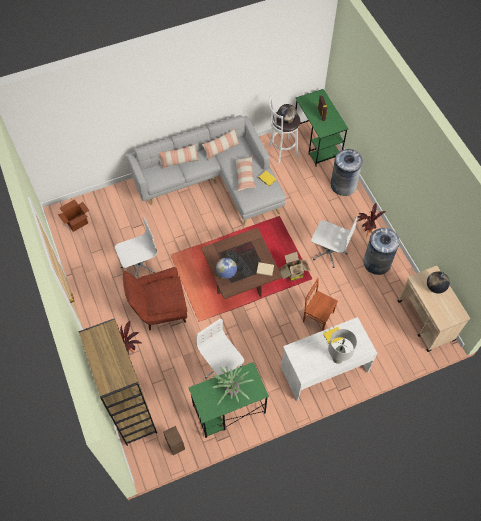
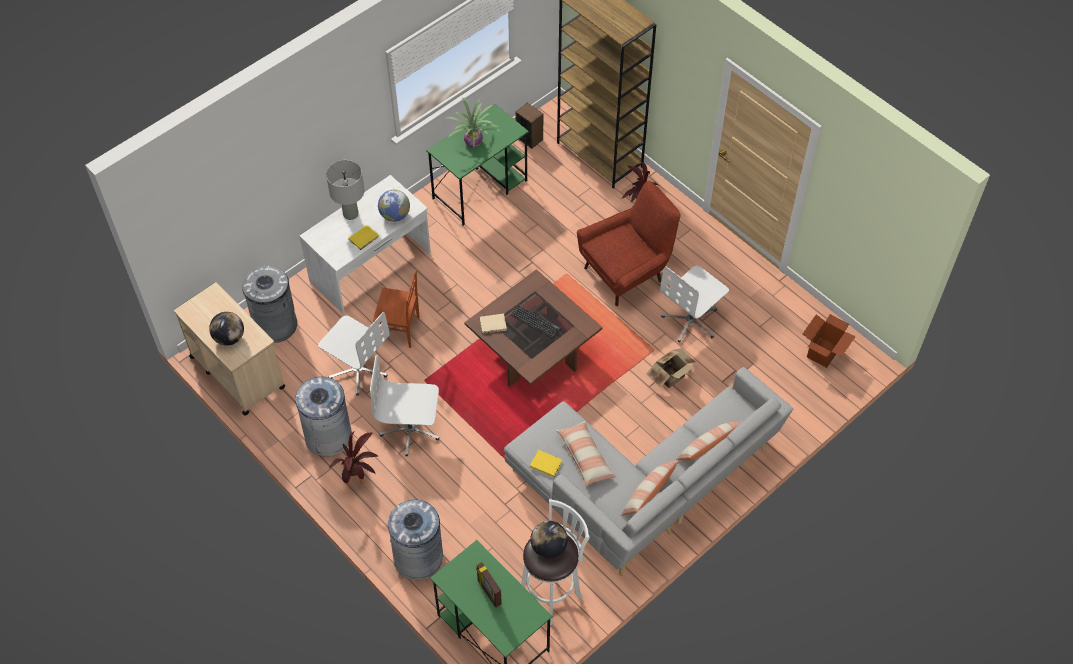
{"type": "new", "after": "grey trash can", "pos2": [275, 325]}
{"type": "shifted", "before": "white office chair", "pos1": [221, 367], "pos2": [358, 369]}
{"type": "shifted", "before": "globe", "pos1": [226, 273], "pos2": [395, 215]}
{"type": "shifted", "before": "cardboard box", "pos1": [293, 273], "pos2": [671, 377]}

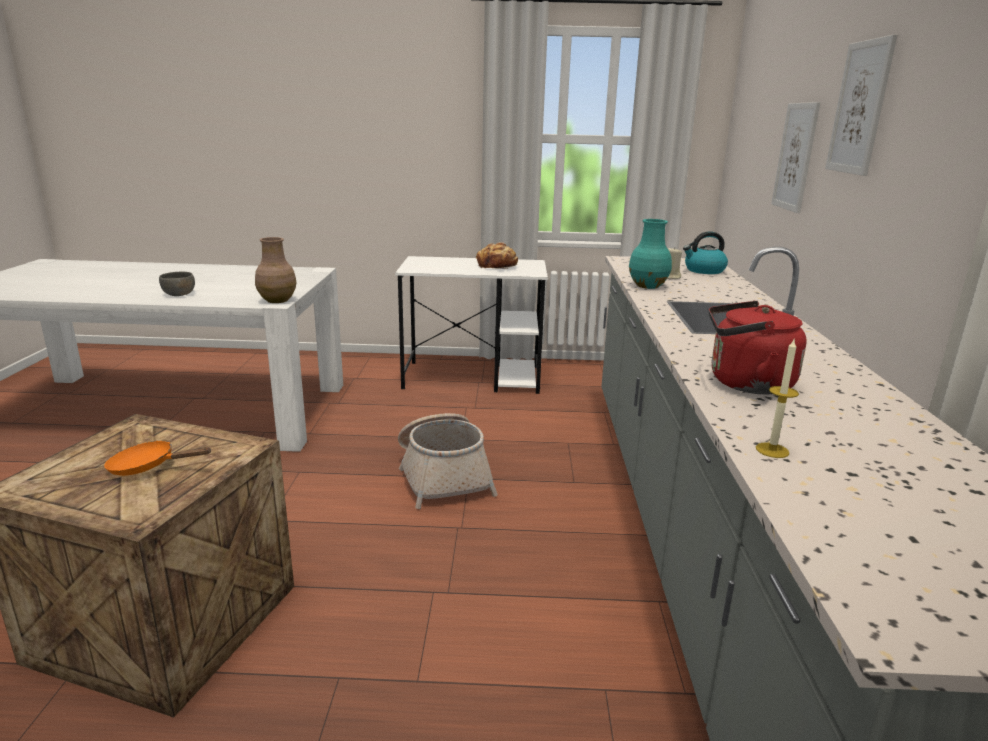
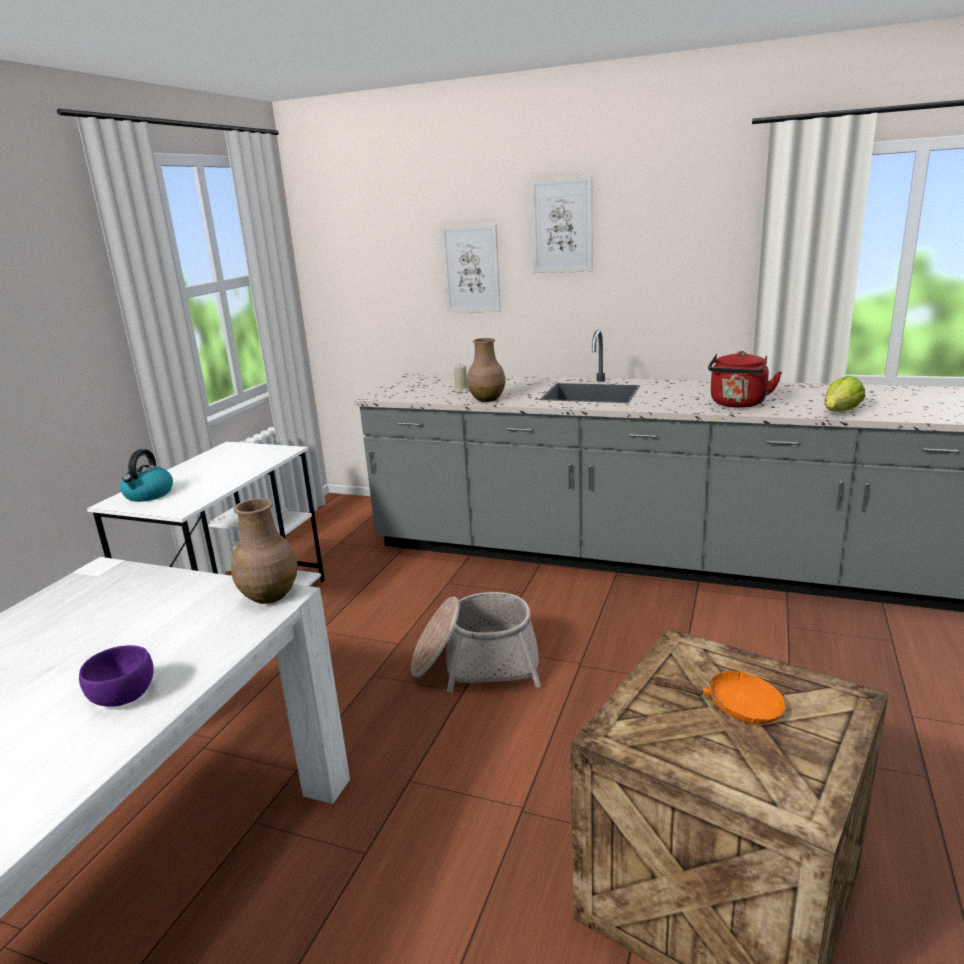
{"type": "gone", "before": "bread", "pos1": [497, 266]}
{"type": "shifted", "before": "kettle", "pos1": [704, 270], "pos2": [148, 495]}
{"type": "swapped", "before": "candle", "after": "lettuce", "pos1": [772, 450], "pos2": [841, 412]}
{"type": "repainted", "before": "grey bowl", "after": "purple bowl", "pos1": [179, 294], "pos2": [124, 695]}
{"type": "repainted", "before": "turquoise vase", "after": "brown vase", "pos1": [647, 286], "pos2": [486, 399]}
{"type": "rotated", "before": "orange frying pan", "pos1": [148, 467], "pos2": [735, 707], "turn": -105}

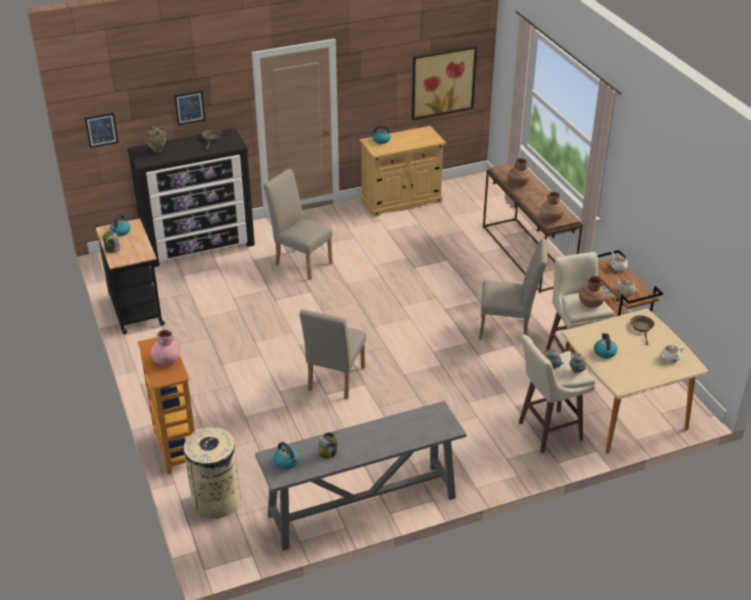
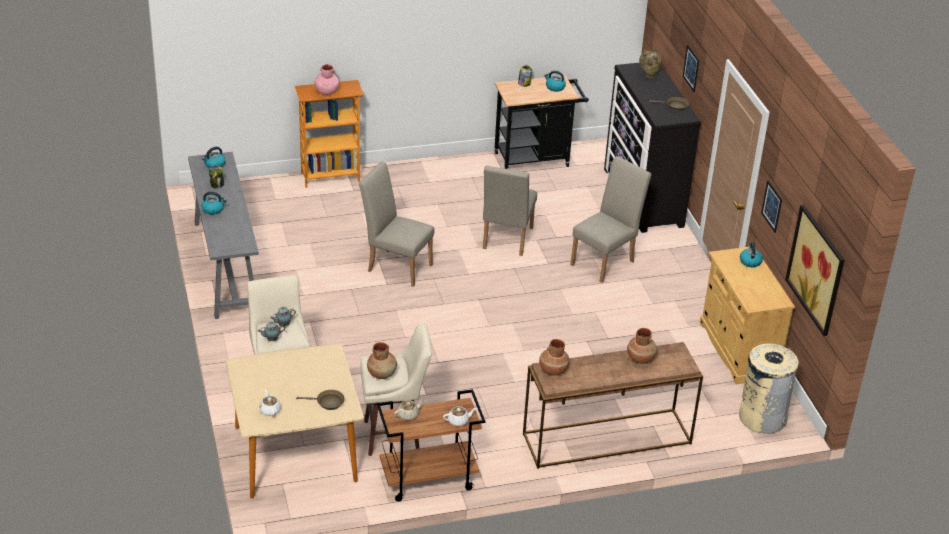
{"type": "shifted", "before": "picture", "pos1": [101, 130], "pos2": [772, 206]}
{"type": "shifted", "before": "beige trash can", "pos1": [216, 500], "pos2": [762, 417]}
{"type": "shifted", "before": "beige chair", "pos1": [509, 330], "pos2": [506, 241]}
{"type": "shifted", "before": "kettle", "pos1": [604, 352], "pos2": [213, 209]}

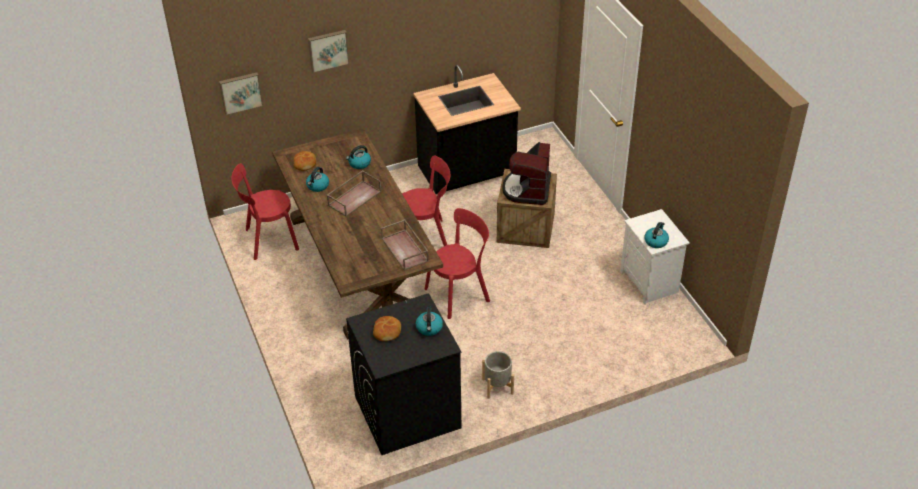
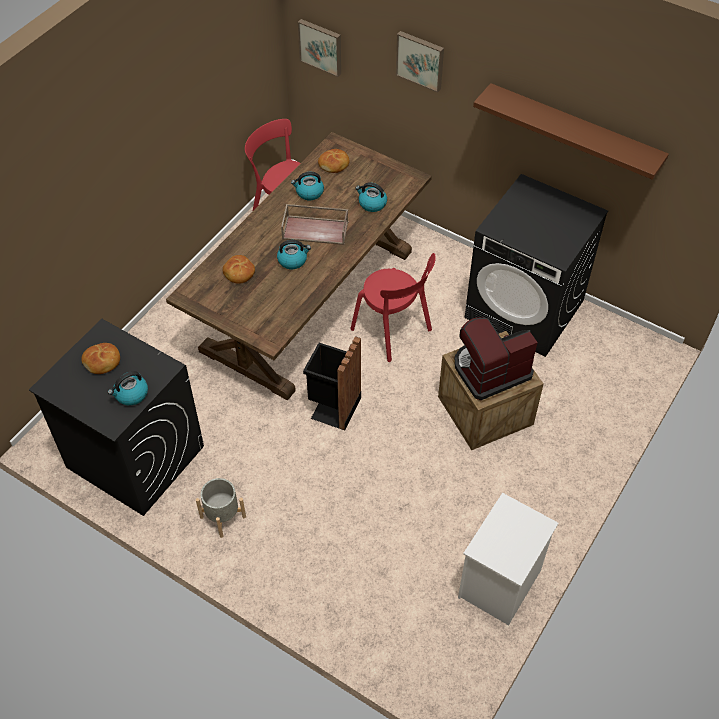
{"type": "gone", "before": "brown tray", "pos1": [405, 250]}
{"type": "new", "after": "bread", "pos2": [239, 273]}
{"type": "new", "after": "brown shelf", "pos2": [574, 131]}
{"type": "shifted", "before": "kettle", "pos1": [656, 241], "pos2": [293, 260]}
{"type": "swapped", "before": "black counter", "after": "black washing machine", "pos1": [467, 172], "pos2": [525, 309]}
{"type": "swapped", "before": "red chair", "after": "black trash can", "pos1": [459, 293], "pos2": [333, 407]}

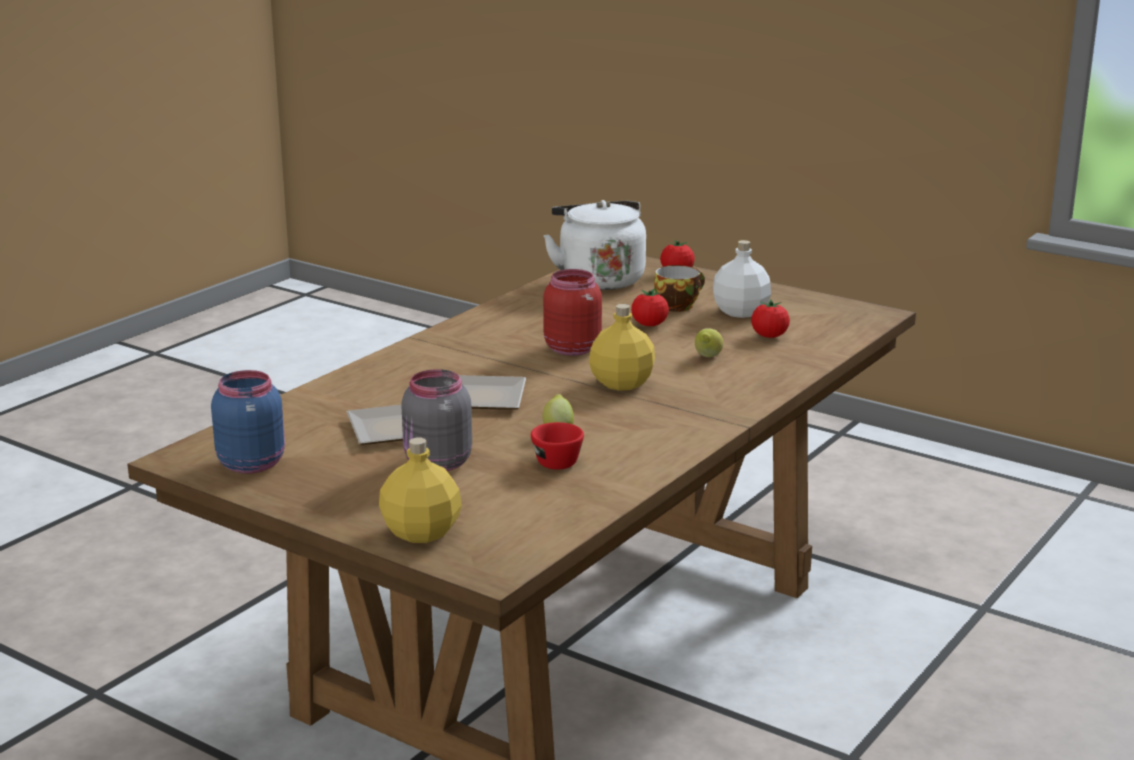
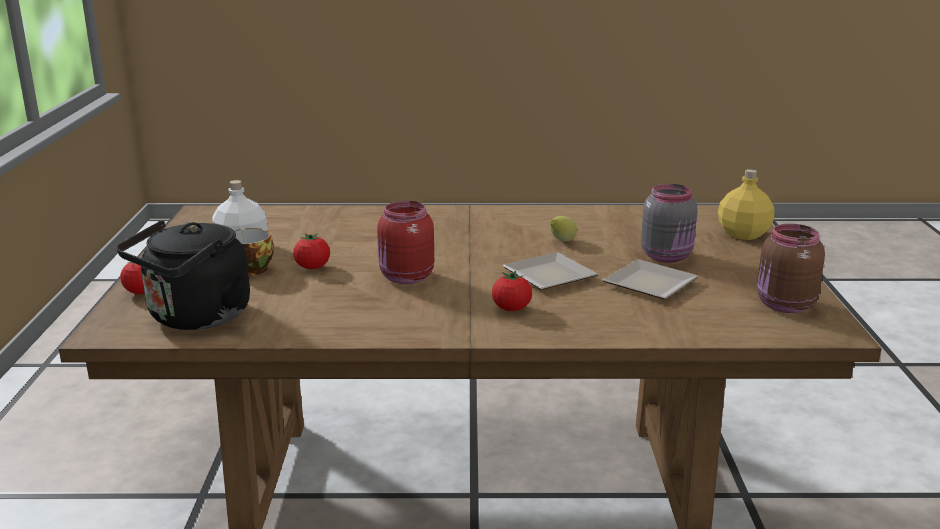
{"type": "gone", "before": "red cup", "pos1": [553, 460]}
{"type": "gone", "before": "yellow bottle", "pos1": [620, 383]}
{"type": "gone", "before": "lemon", "pos1": [707, 358]}
{"type": "shifted", "before": "tomato", "pos1": [769, 336], "pos2": [511, 309]}
{"type": "repainted", "before": "blue jar", "after": "brown jar", "pos1": [252, 463], "pos2": [784, 305]}
{"type": "repainted", "before": "white kettle", "after": "black kettle", "pos1": [599, 279], "pos2": [195, 318]}

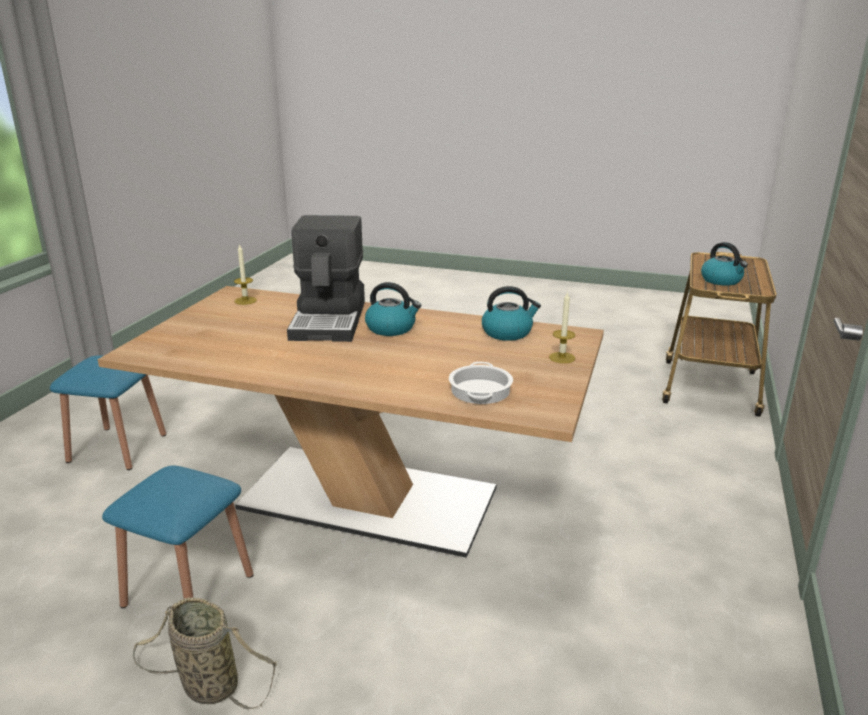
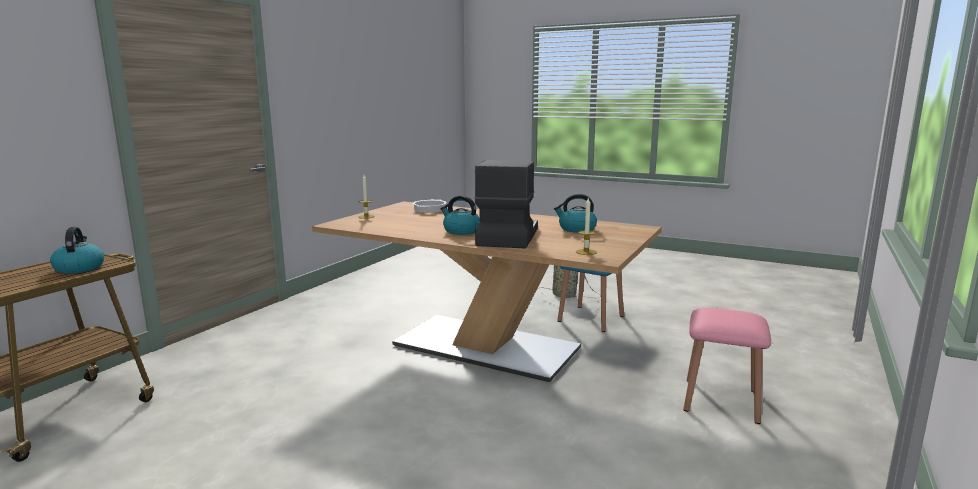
{"type": "shifted", "before": "kettle", "pos1": [507, 332], "pos2": [576, 229]}
{"type": "repainted", "before": "blue stool", "after": "pink stool", "pos1": [117, 448], "pos2": [721, 400]}

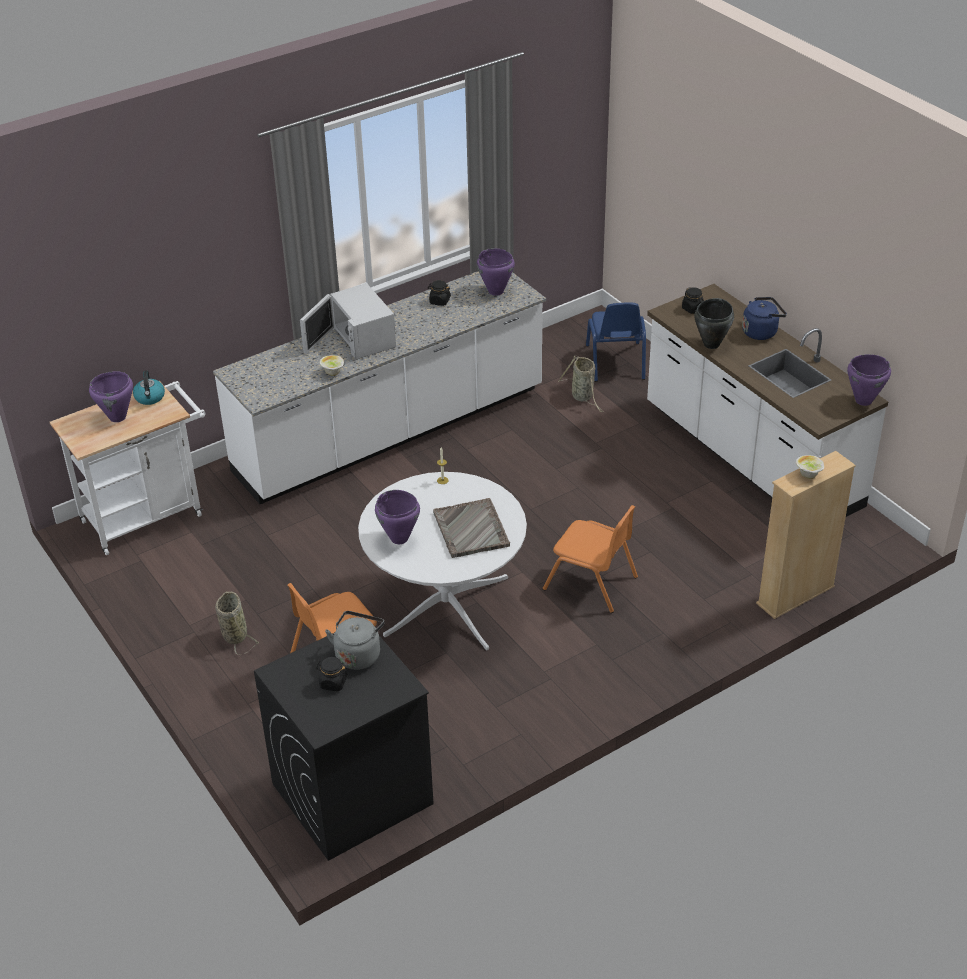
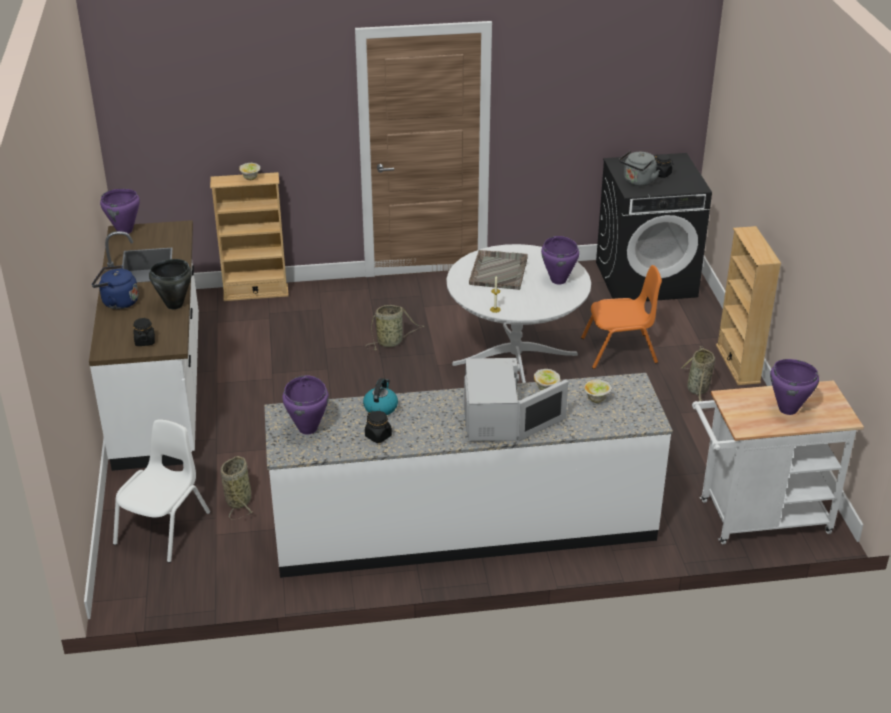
{"type": "new", "after": "bowl", "pos2": [597, 400]}
{"type": "new", "after": "beige bookcase", "pos2": [738, 364]}
{"type": "shifted", "before": "kettle", "pos1": [150, 398], "pos2": [380, 407]}
{"type": "swapped", "before": "orange chair", "after": "basket", "pos1": [591, 583], "pos2": [391, 342]}
{"type": "repainted", "before": "blue chair", "after": "white chair", "pos1": [615, 362], "pos2": [164, 528]}

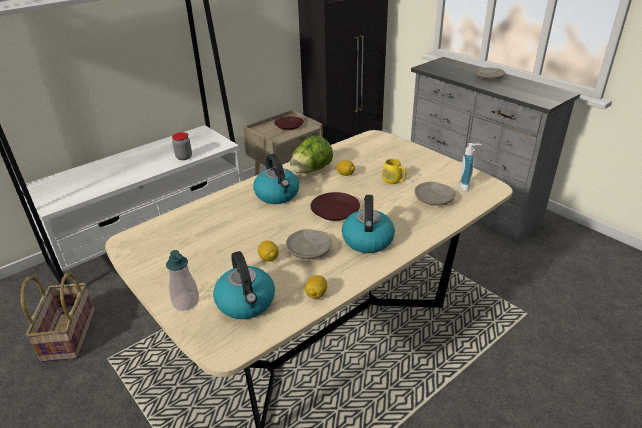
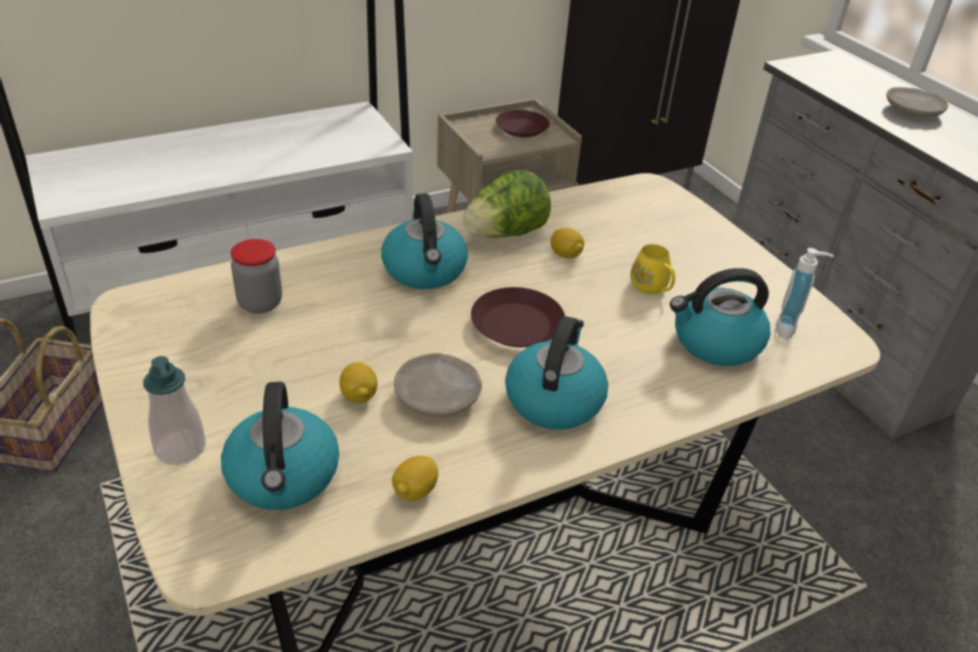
{"type": "shifted", "before": "jar", "pos1": [184, 157], "pos2": [260, 303]}
{"type": "swapped", "before": "beige plate", "after": "kettle", "pos1": [434, 199], "pos2": [715, 343]}

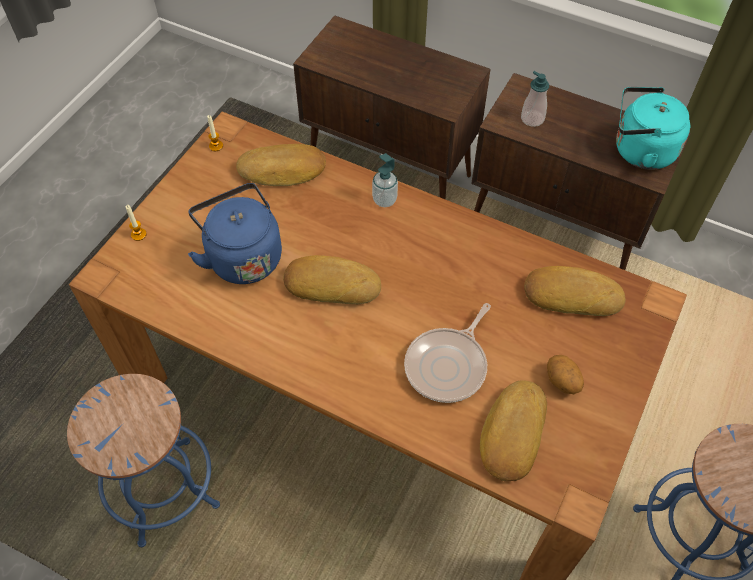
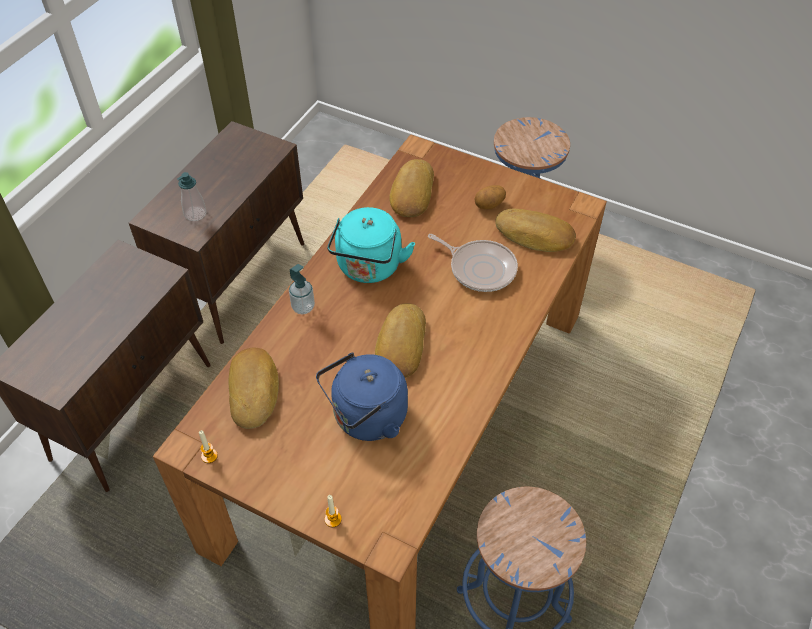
{"type": "shifted", "before": "turquoise kettle", "pos1": [639, 151], "pos2": [369, 268]}

